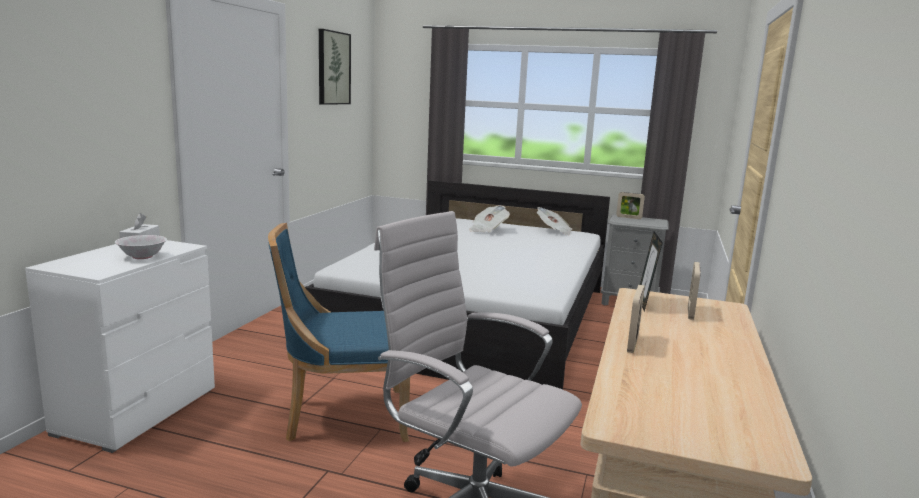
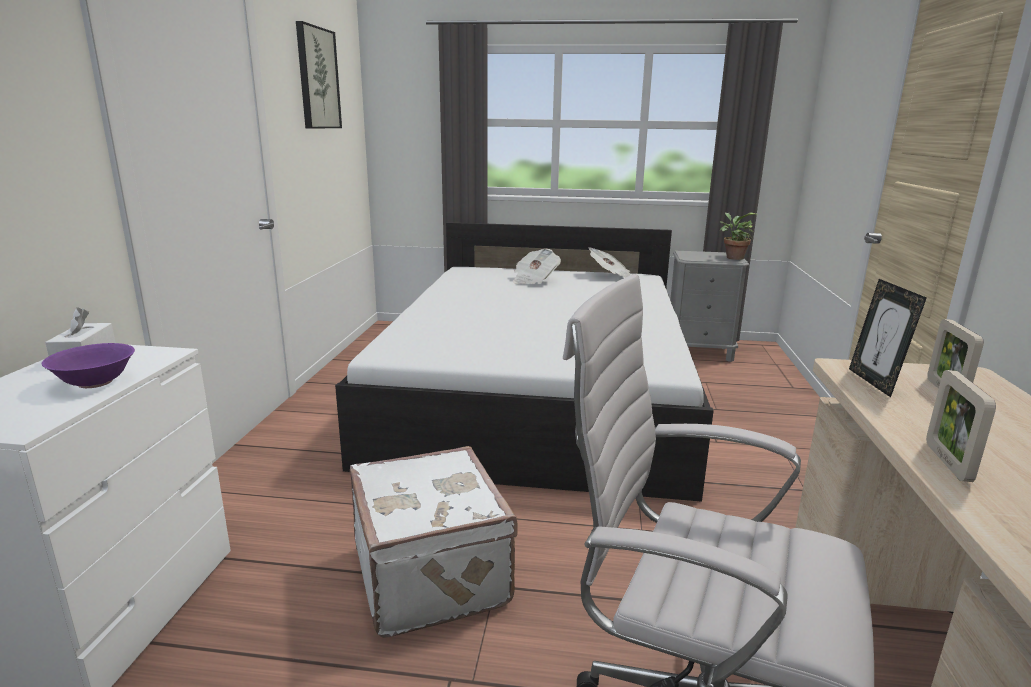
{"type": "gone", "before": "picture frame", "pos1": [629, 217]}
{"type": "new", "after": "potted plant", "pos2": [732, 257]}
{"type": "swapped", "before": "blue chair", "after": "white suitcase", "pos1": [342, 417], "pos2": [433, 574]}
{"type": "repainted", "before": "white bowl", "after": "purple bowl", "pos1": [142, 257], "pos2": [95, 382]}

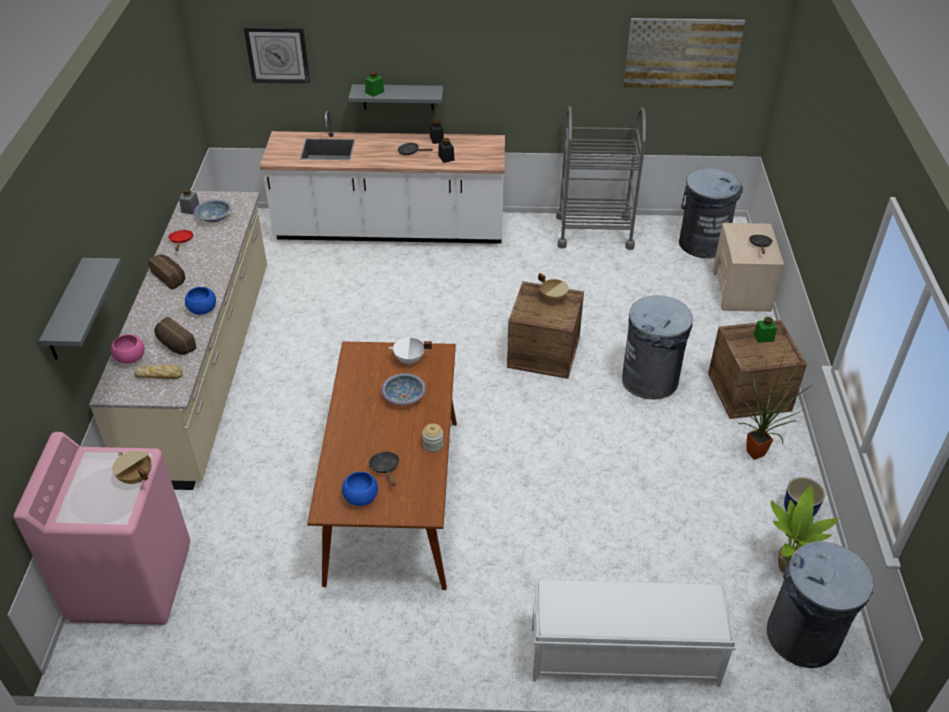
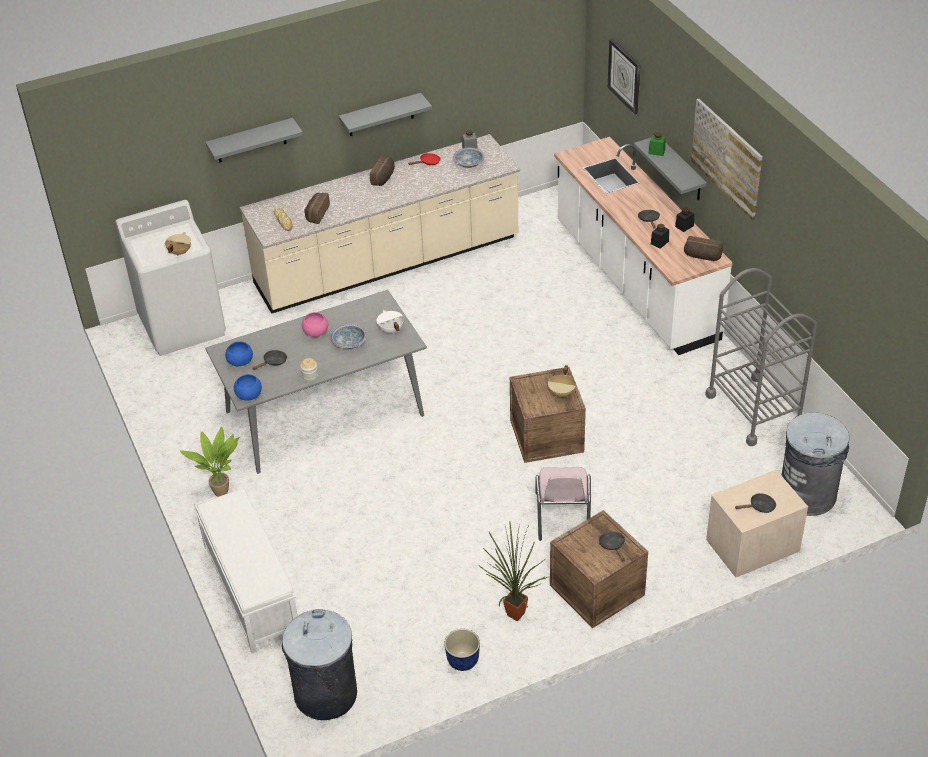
{"type": "new", "after": "grey shelf", "pos2": [380, 115]}
{"type": "new", "after": "bread", "pos2": [702, 256]}
{"type": "shifted", "before": "pink bowl", "pos1": [130, 358], "pos2": [315, 332]}
{"type": "shifted", "before": "blue bowl", "pos1": [202, 309], "pos2": [249, 395]}
{"type": "shifted", "before": "picture", "pos1": [682, 53], "pos2": [726, 158]}
{"type": "shifted", "before": "potted plant", "pos1": [783, 567], "pos2": [222, 491]}
{"type": "swapped", "before": "grey trash can", "after": "pink chair", "pos1": [650, 380], "pos2": [562, 516]}
{"type": "swapped", "before": "green jar", "after": "black frying pan", "pos1": [763, 337], "pos2": [613, 546]}
{"type": "repainted", "before": "pink washing machine", "after": "white washing machine", "pos1": [131, 581], "pos2": [182, 325]}
{"type": "repainted", "before": "brown dining table", "after": "grey dining table", "pos1": [394, 499], "pos2": [324, 414]}

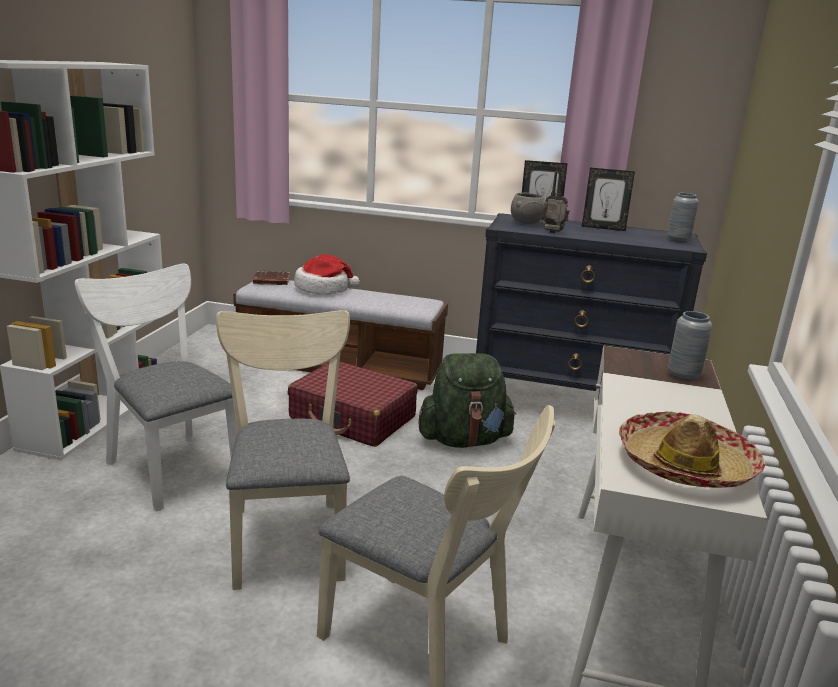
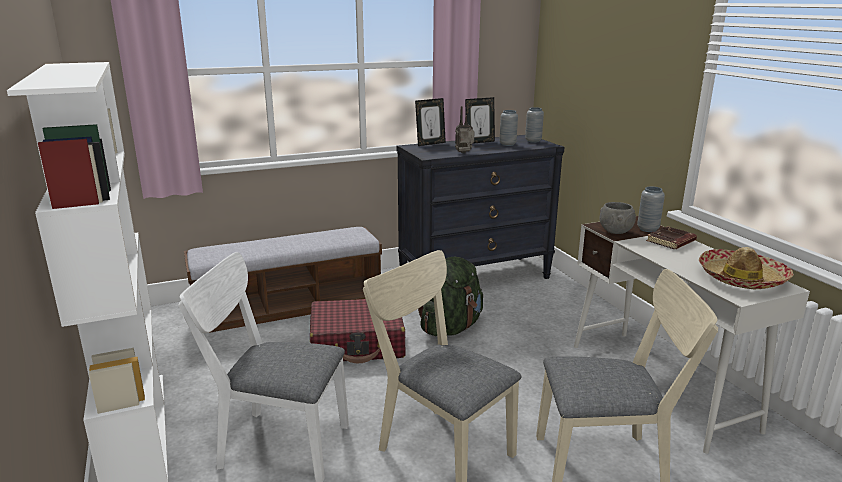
{"type": "gone", "before": "hat", "pos1": [323, 288]}
{"type": "new", "after": "grey vase", "pos2": [507, 144]}
{"type": "shifted", "before": "brown book", "pos1": [271, 281], "pos2": [671, 242]}
{"type": "shifted", "before": "grey bowl", "pos1": [526, 223], "pos2": [614, 232]}

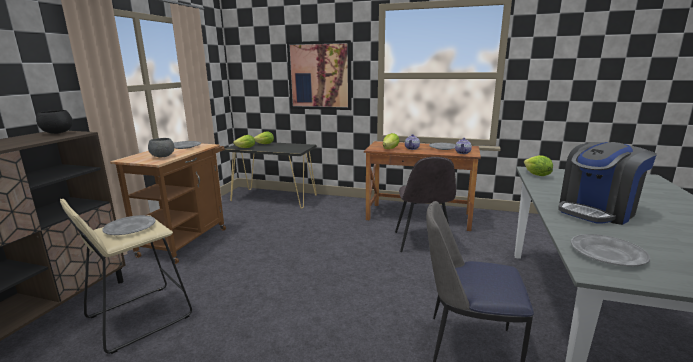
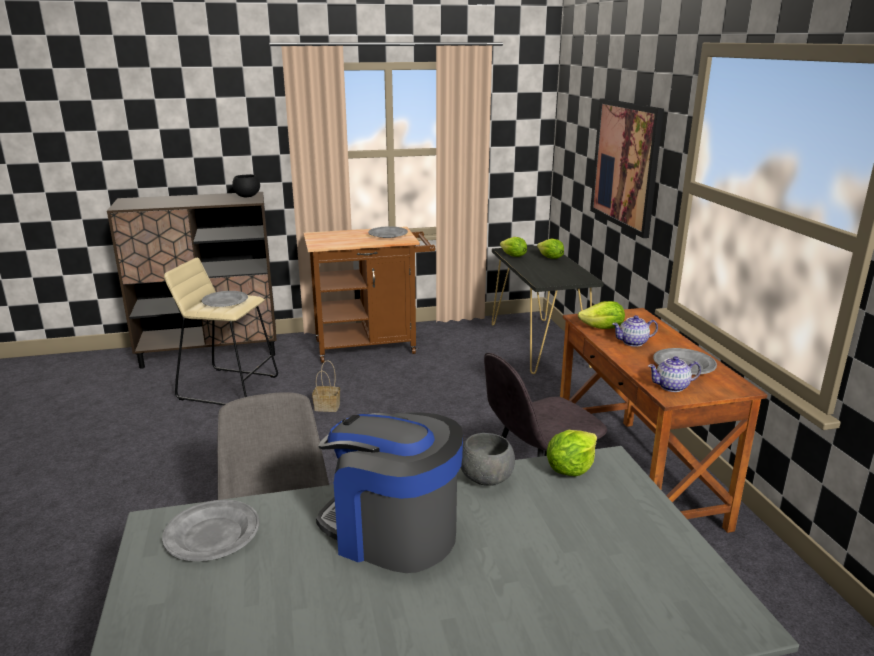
{"type": "new", "after": "basket", "pos2": [328, 406]}
{"type": "shifted", "before": "grey bowl", "pos1": [163, 157], "pos2": [485, 480]}

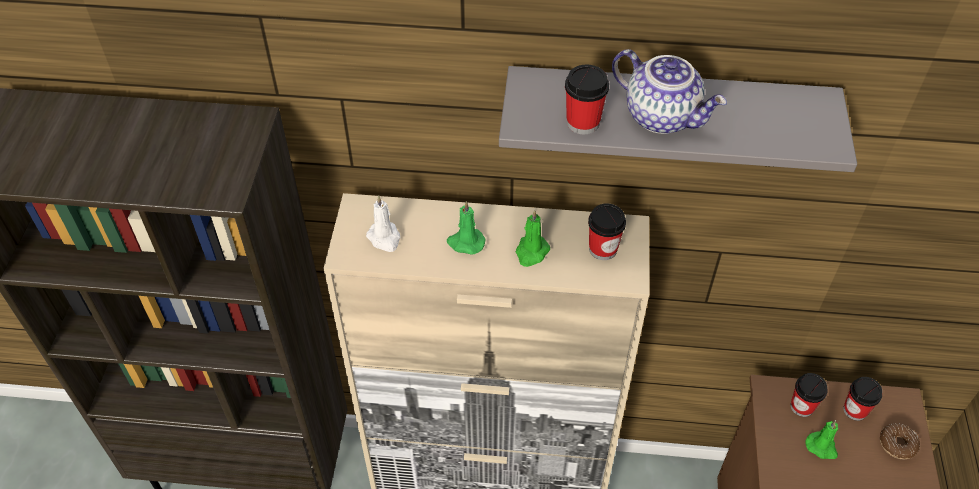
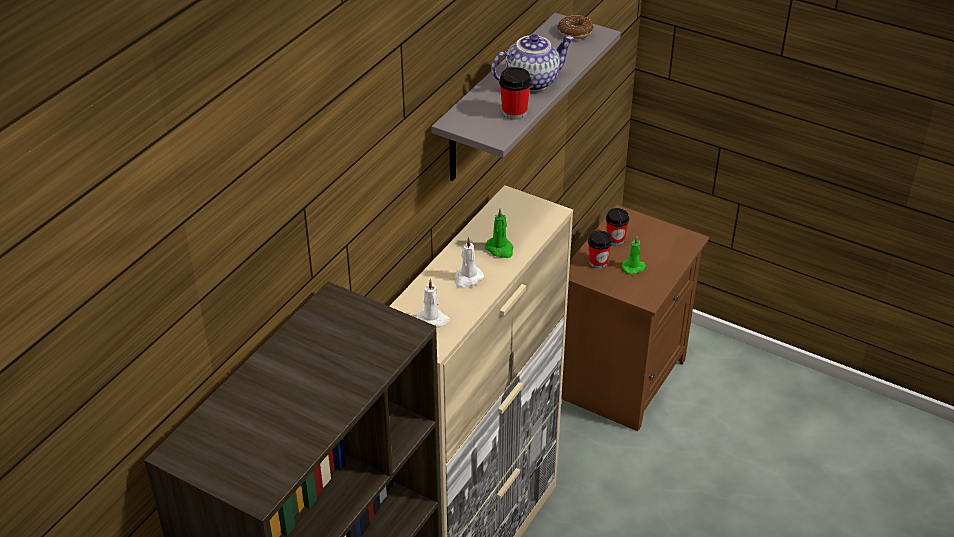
{"type": "gone", "before": "cup", "pos1": [603, 249]}
{"type": "shifted", "before": "donut", "pos1": [897, 444], "pos2": [575, 32]}
{"type": "repainted", "before": "green candle", "after": "white candle", "pos1": [465, 242], "pos2": [467, 279]}

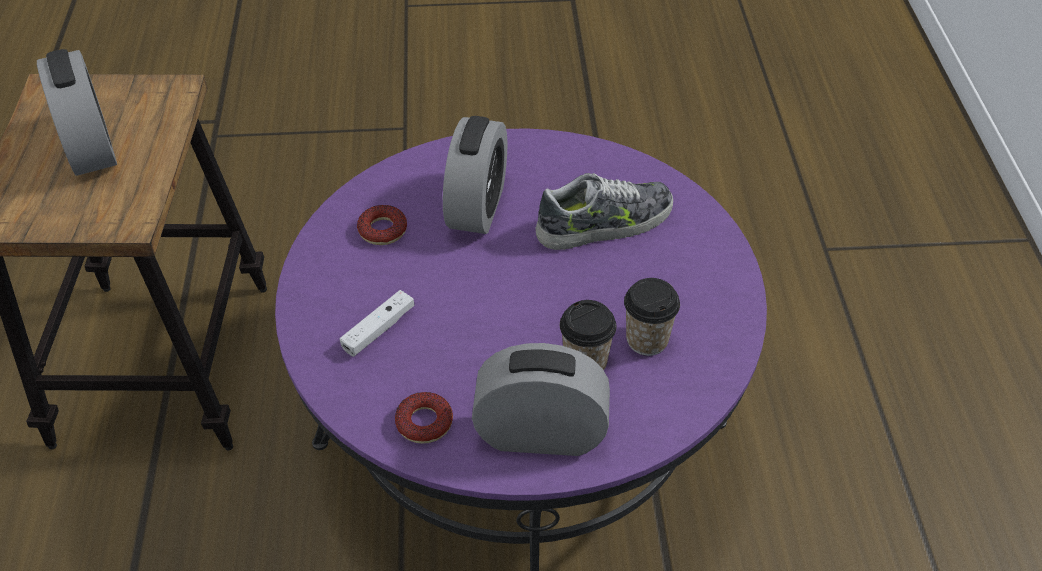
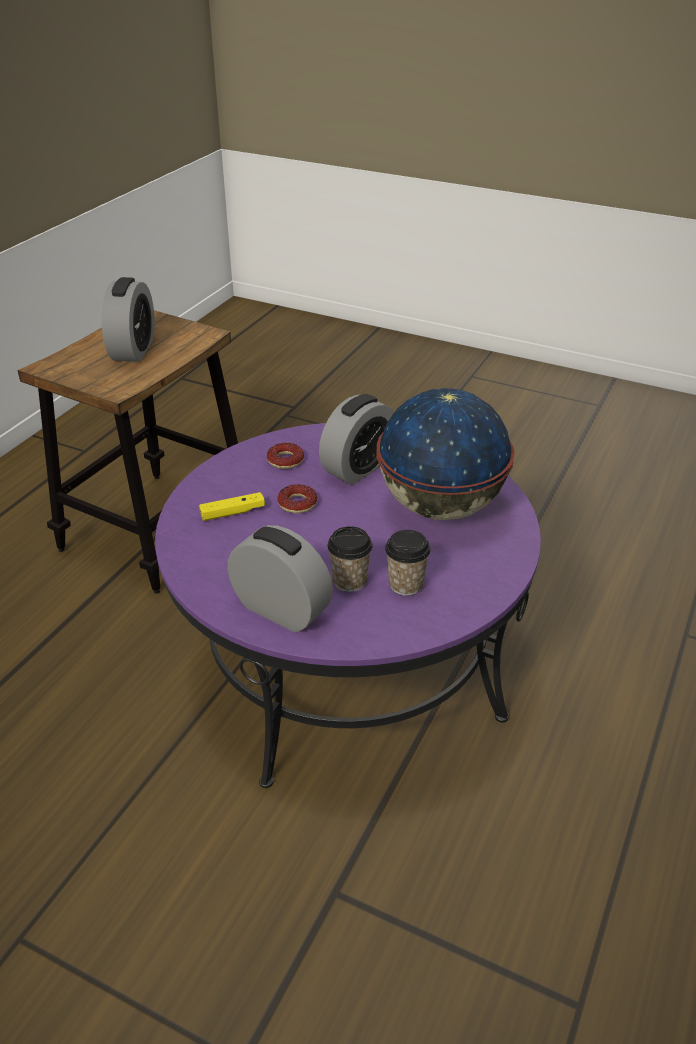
{"type": "shifted", "before": "donut", "pos1": [424, 423], "pos2": [297, 503]}
{"type": "swapped", "before": "shoe", "after": "globe", "pos1": [605, 224], "pos2": [439, 507]}
{"type": "repainted", "before": "white game controller", "after": "yellow game controller", "pos1": [378, 329], "pos2": [233, 512]}

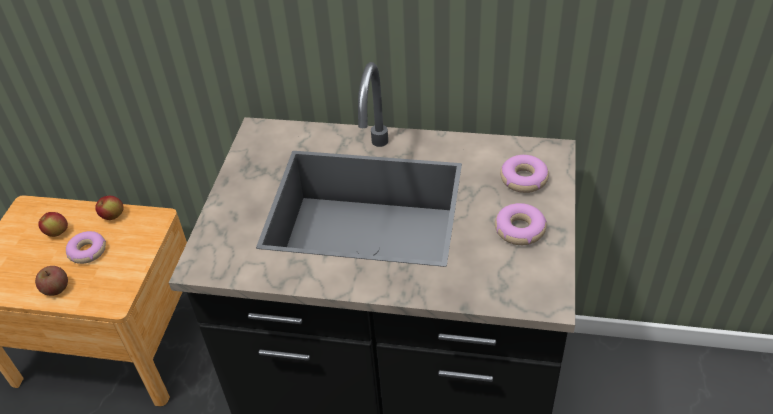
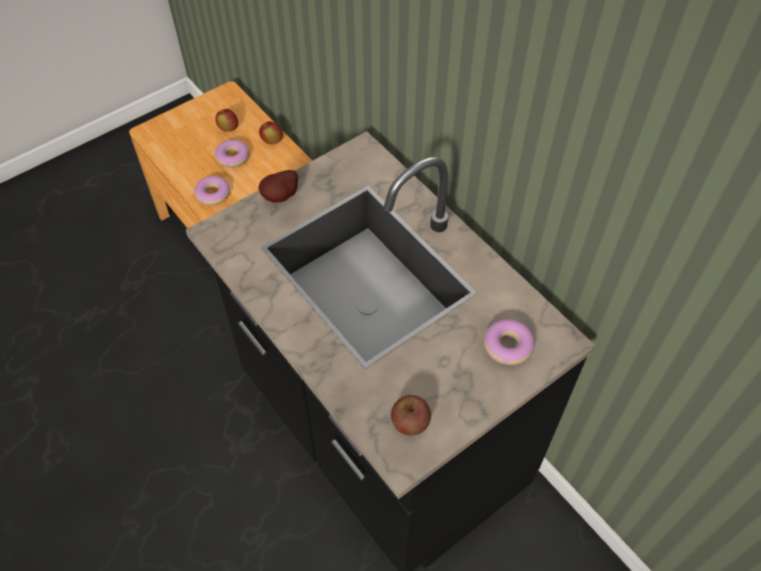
{"type": "new", "after": "potato", "pos2": [282, 197]}
{"type": "shifted", "before": "apple", "pos1": [56, 289], "pos2": [410, 422]}
{"type": "shifted", "before": "donut", "pos1": [519, 230], "pos2": [213, 194]}

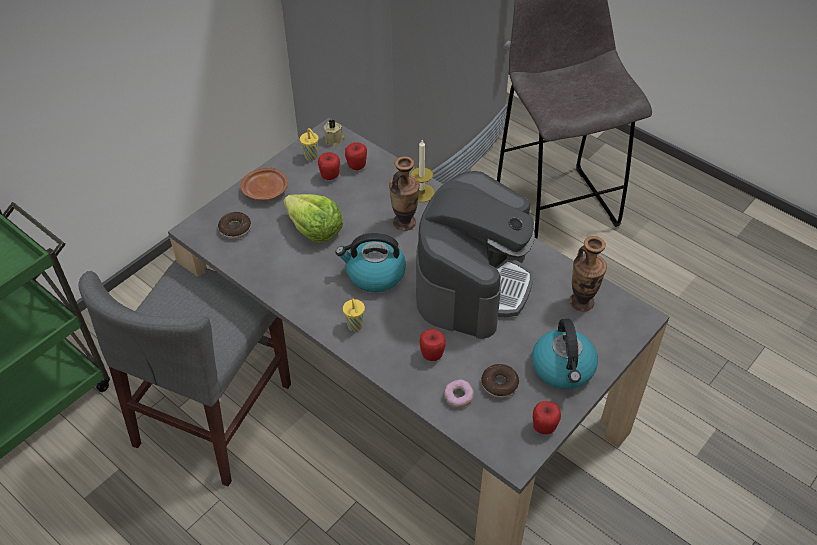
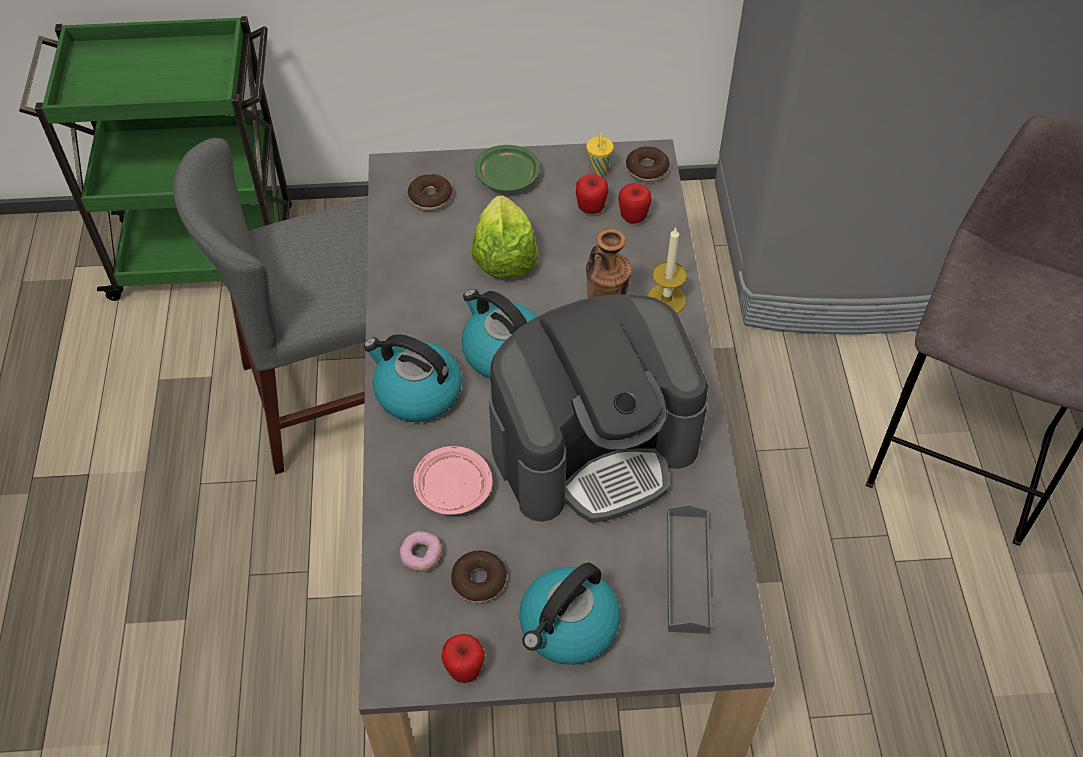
{"type": "swapped", "before": "beige candle", "after": "donut", "pos1": [334, 139], "pos2": [647, 169]}
{"type": "swapped", "before": "yellow cup", "after": "kettle", "pos1": [355, 326], "pos2": [416, 392]}
{"type": "swapped", "before": "apple", "after": "pink plate", "pos1": [432, 355], "pos2": [452, 488]}
{"type": "swapped", "before": "vase", "after": "grey tray", "pos1": [581, 302], "pos2": [687, 572]}
{"type": "repainted", "before": "brown plate", "after": "green plate", "pos1": [266, 190], "pos2": [508, 177]}

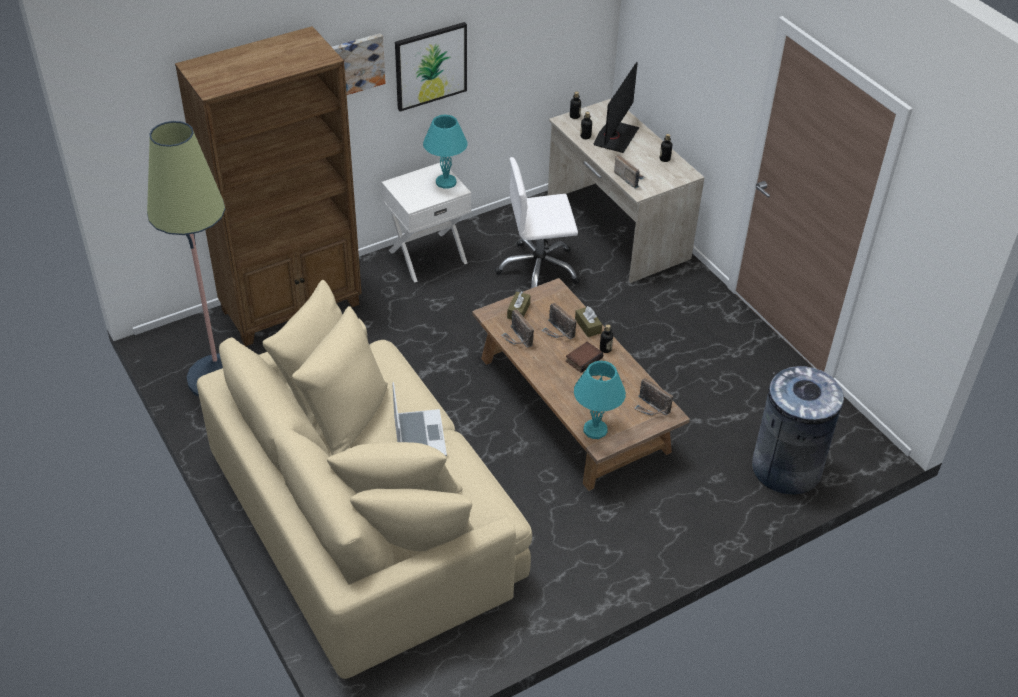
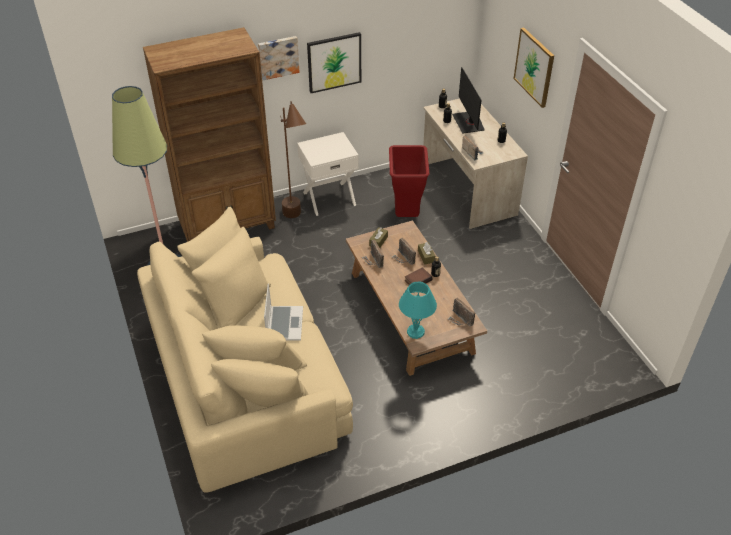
{"type": "gone", "before": "turquoise table lamp", "pos1": [445, 182]}
{"type": "gone", "before": "grey trash can", "pos1": [786, 468]}
{"type": "new", "after": "brown floor lamp", "pos2": [297, 221]}
{"type": "new", "after": "picture", "pos2": [534, 67]}
{"type": "swapped", "before": "white office chair", "after": "red trash can", "pos1": [538, 270], "pos2": [405, 214]}
{"type": "rotated", "before": "monitor", "pos1": [615, 137], "pos2": [468, 122], "turn": 135}

